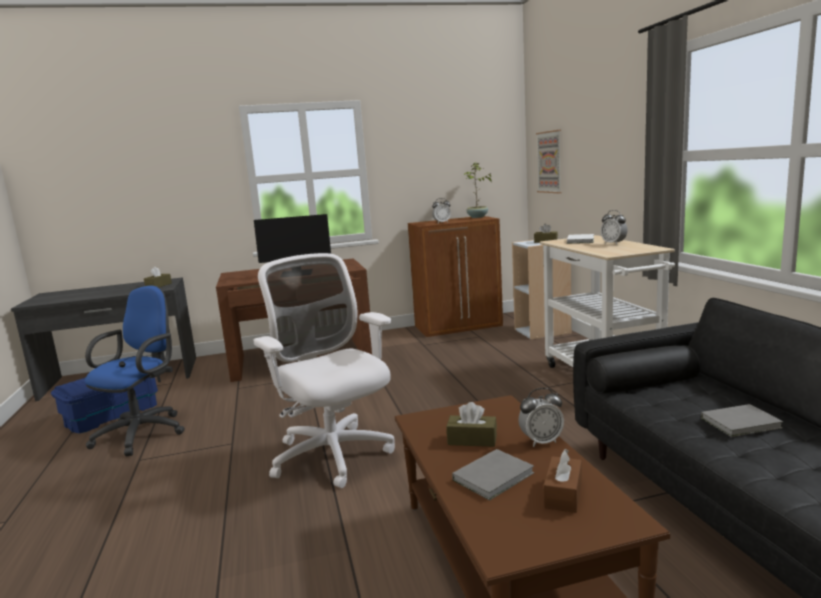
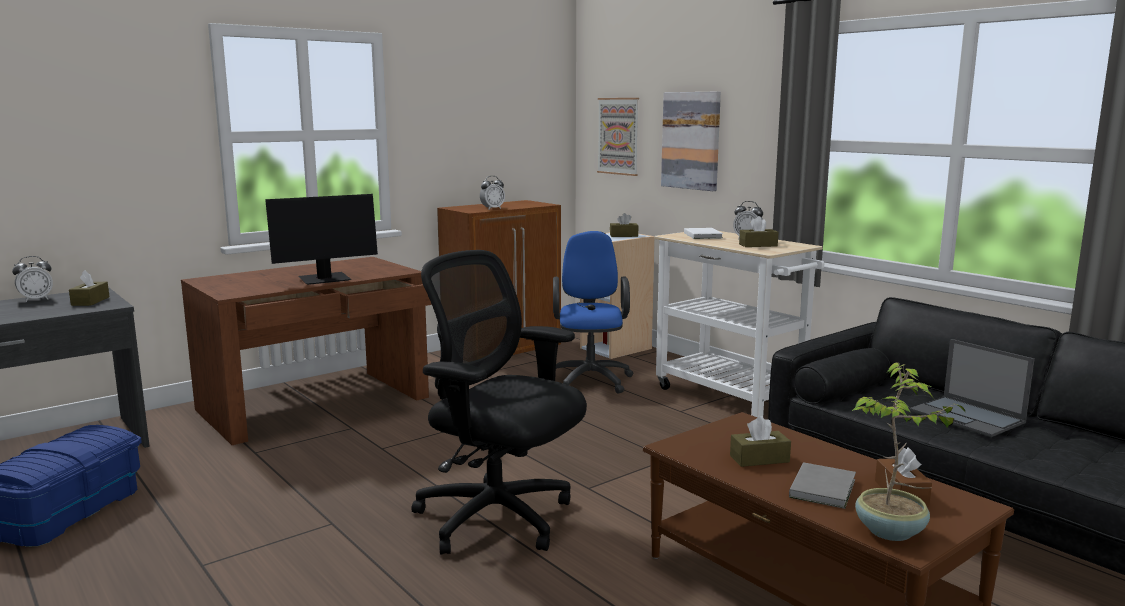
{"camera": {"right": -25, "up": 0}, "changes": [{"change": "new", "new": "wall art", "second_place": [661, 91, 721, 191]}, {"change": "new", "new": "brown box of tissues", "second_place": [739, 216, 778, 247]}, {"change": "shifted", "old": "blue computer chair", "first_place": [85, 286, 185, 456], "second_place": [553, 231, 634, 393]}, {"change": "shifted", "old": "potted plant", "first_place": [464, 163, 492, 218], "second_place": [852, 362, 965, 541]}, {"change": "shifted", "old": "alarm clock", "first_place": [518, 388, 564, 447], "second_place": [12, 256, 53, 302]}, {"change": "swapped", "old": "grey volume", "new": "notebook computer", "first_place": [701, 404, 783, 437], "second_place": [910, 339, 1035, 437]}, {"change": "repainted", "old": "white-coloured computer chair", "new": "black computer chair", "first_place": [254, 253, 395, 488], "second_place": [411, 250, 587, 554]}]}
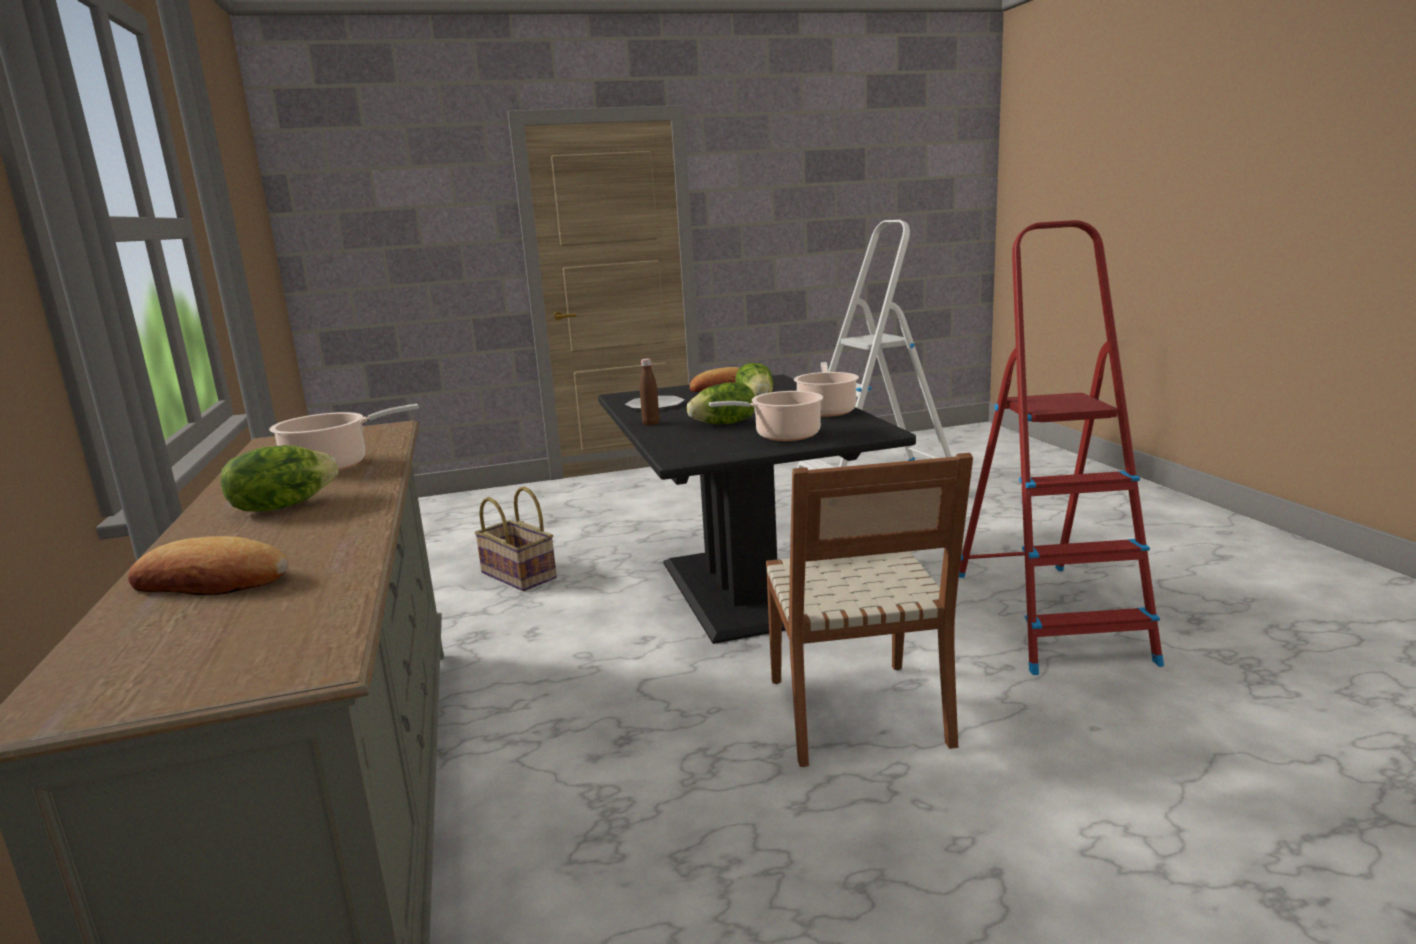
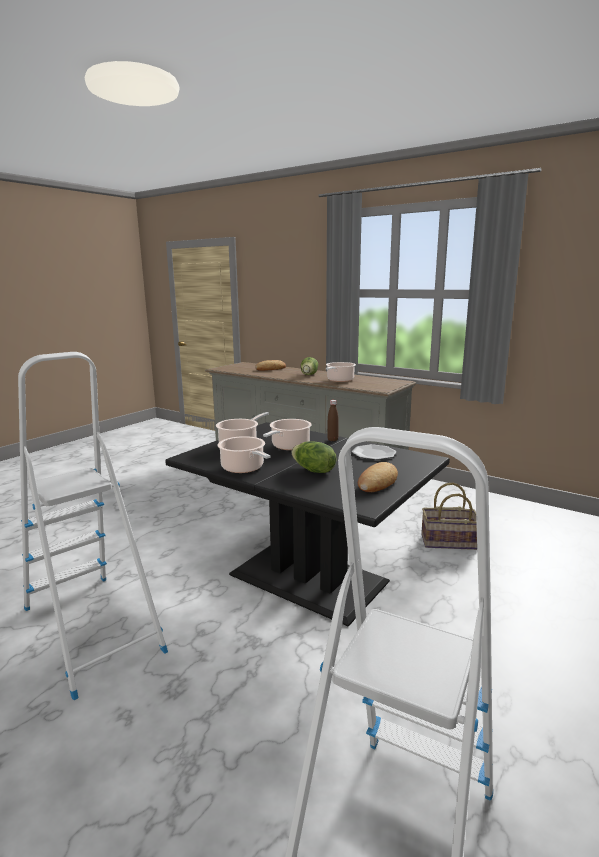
{"camera": {"right": 140, "up": 0}, "changes": [{"change": "gone", "old": "plain chair", "first_place": [766, 453, 973, 767]}, {"change": "swapped", "old": "lettuce head", "new": "saucepot", "first_place": [687, 382, 755, 424], "second_place": [263, 419, 312, 450]}, {"change": "repainted", "old": "red-coloured step ladder", "new": "white-coloured step ladder", "first_place": [959, 220, 1164, 675], "second_place": [18, 352, 168, 700]}]}
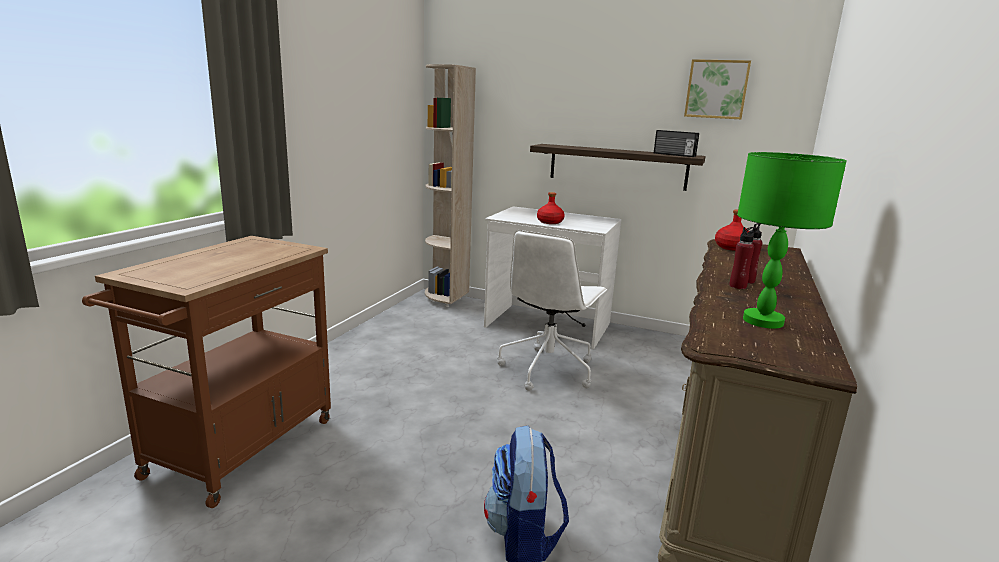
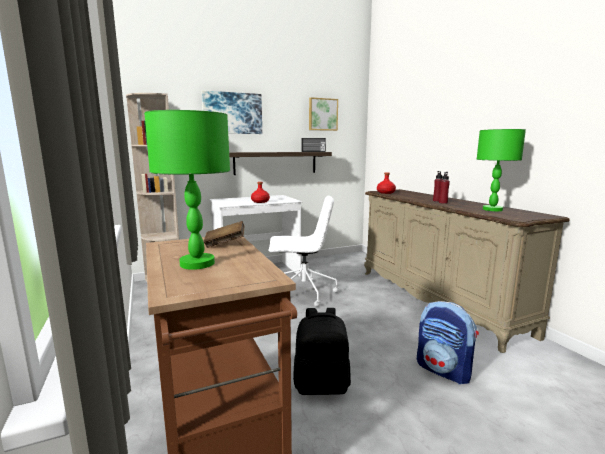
{"camera": {"right": -45, "up": -5}, "changes": [{"change": "new", "new": "green lamp for a table", "second_place": [144, 110, 230, 270]}, {"change": "new", "new": "wall art", "second_place": [201, 90, 262, 134]}, {"change": "new", "new": "brown volume", "second_place": [203, 221, 244, 248]}, {"change": "new", "new": "black backpack", "second_place": [293, 308, 351, 395]}, {"change": "rotated", "old": "white-coloured computer chair", "first_place": [497, 230, 607, 391], "second_place": [268, 195, 338, 307], "degrees": -75}]}
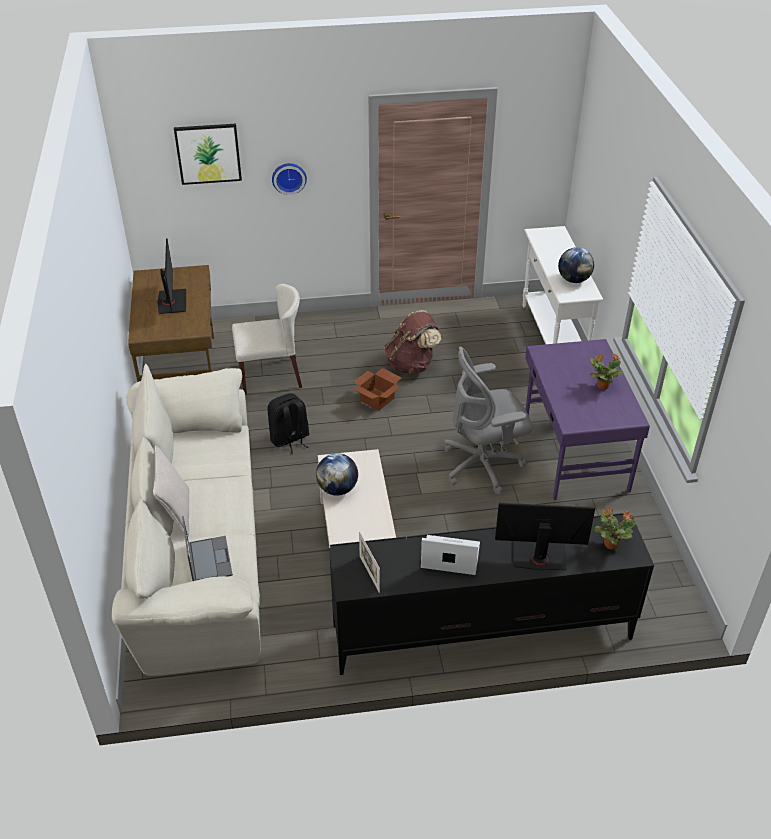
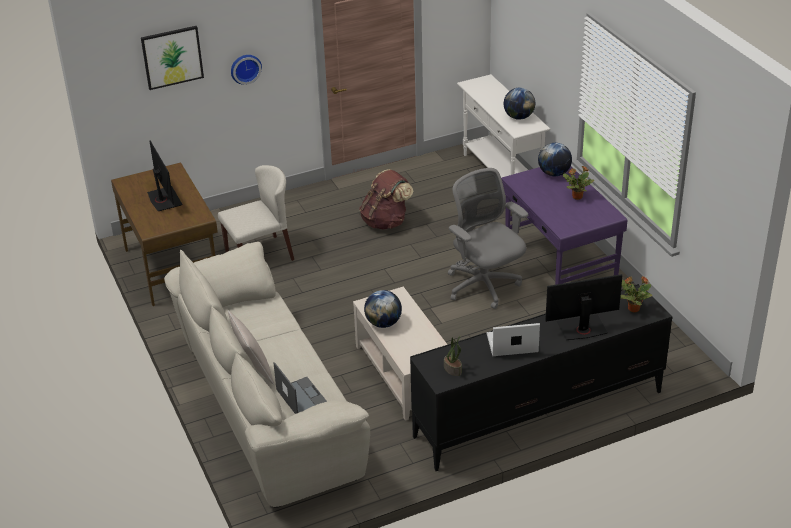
{"camera": {"right": -15, "up": -5}, "changes": [{"change": "gone", "old": "black backpack", "first_place": [268, 393, 310, 454]}, {"change": "gone", "old": "cardboard box", "first_place": [352, 368, 402, 411]}, {"change": "new", "new": "world globe", "second_place": [538, 143, 572, 176]}, {"change": "swapped", "old": "standing frame", "new": "potted plant", "first_place": [359, 532, 380, 593], "second_place": [444, 336, 462, 376]}, {"change": "rotated", "old": "grey computer chair", "first_place": [444, 346, 533, 494], "second_place": [448, 168, 528, 309], "degrees": 90}]}
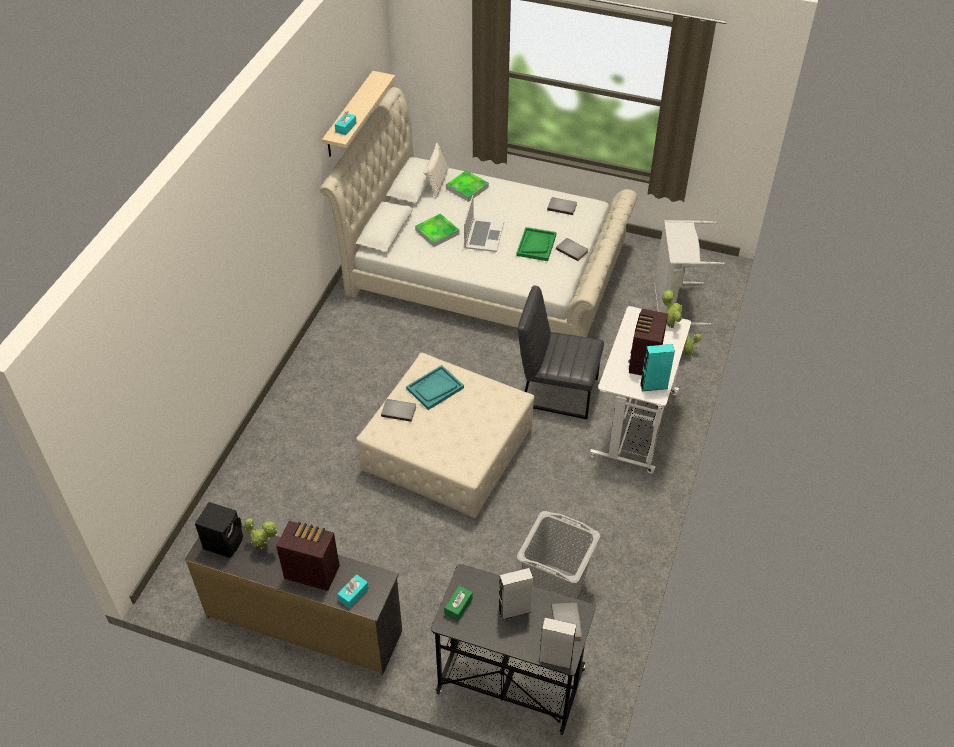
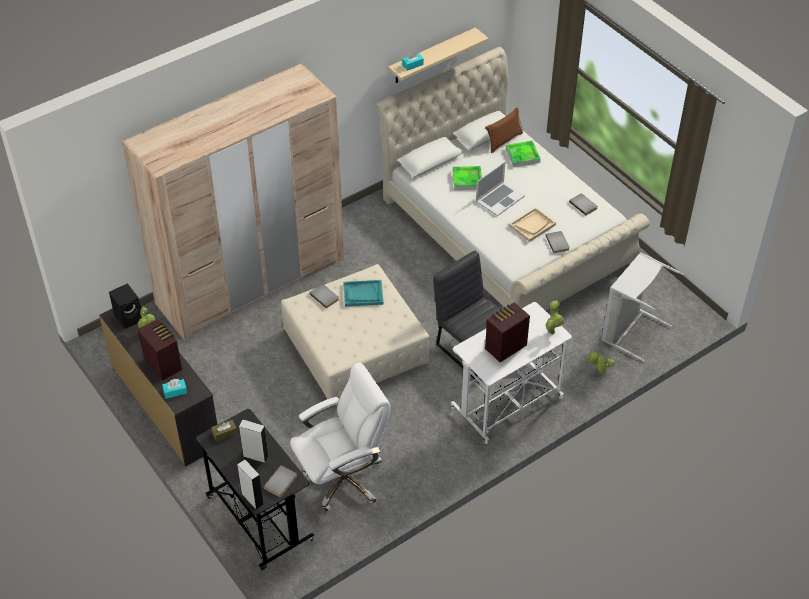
{"camera": {"right": 35, "up": 0}, "changes": [{"change": "gone", "old": "turquoise-coloured speaker", "first_place": [640, 344, 675, 391]}, {"change": "new", "new": "beige wardrobe", "second_place": [122, 63, 344, 340]}, {"change": "swapped", "old": "grey laundry basket", "new": "white-coloured computer chair", "first_place": [517, 511, 600, 598], "second_place": [290, 363, 391, 511]}, {"change": "repainted", "old": "white-coloured throw pillow", "new": "brown throw pillow", "first_place": [424, 143, 449, 198], "second_place": [485, 107, 523, 153]}, {"change": "repainted", "old": "green box of tissues", "new": "brown box of tissues", "first_place": [445, 586, 473, 621], "second_place": [211, 420, 238, 442]}, {"change": "repainted", "old": "green serving tray", "new": "beige serving tray", "first_place": [516, 227, 556, 261], "second_place": [509, 207, 556, 242]}]}
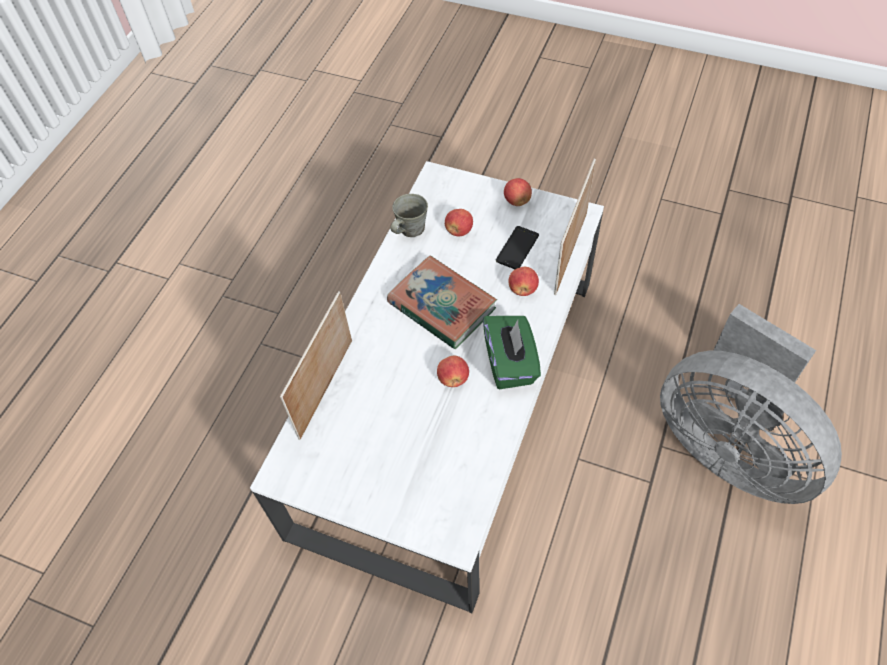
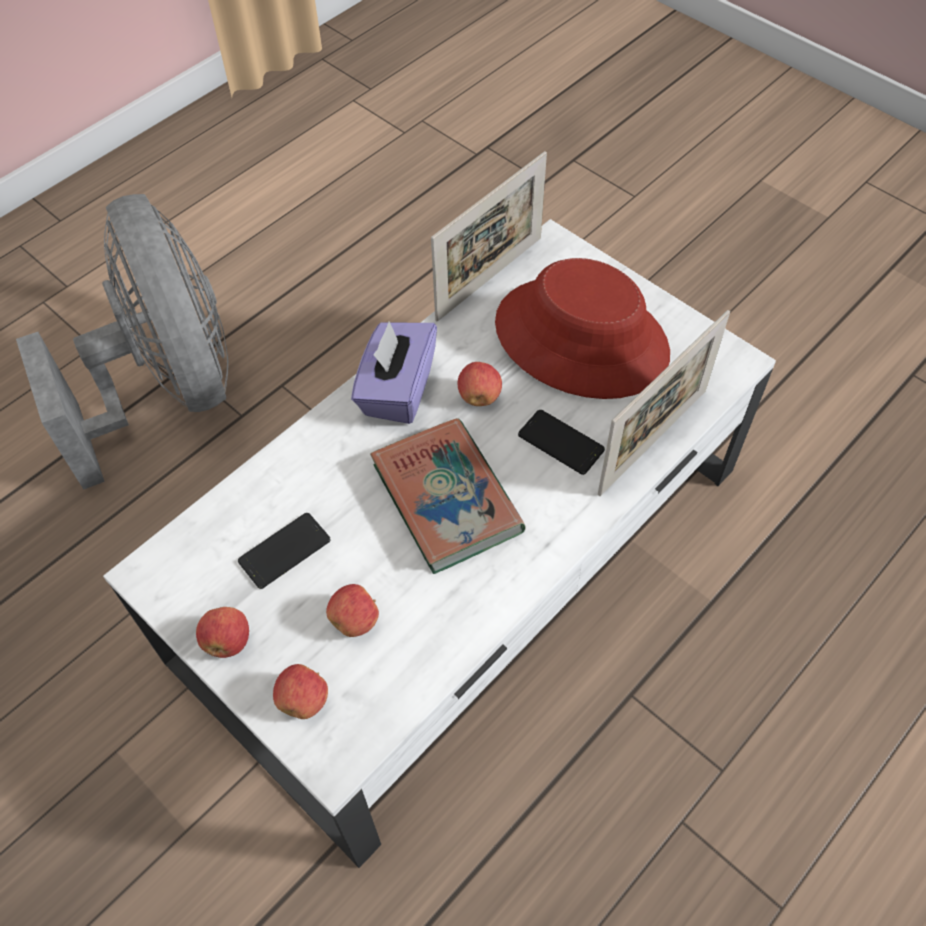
{"camera": {"right": -160, "up": 0}, "changes": [{"change": "gone", "old": "grey mug", "first_place": [390, 194, 428, 237]}, {"change": "new", "new": "red-coloured clothing hat", "second_place": [495, 258, 670, 399]}, {"change": "new", "new": "telephone", "second_place": [518, 410, 605, 475]}, {"change": "shifted", "old": "apple fruit", "first_place": [509, 267, 539, 296], "second_place": [273, 664, 328, 719]}, {"change": "shifted", "old": "standing frame", "first_place": [554, 159, 596, 295], "second_place": [431, 151, 547, 322]}, {"change": "repainted", "old": "green box of tissues", "new": "purple box of tissues", "first_place": [483, 316, 541, 389], "second_place": [351, 321, 437, 424]}]}
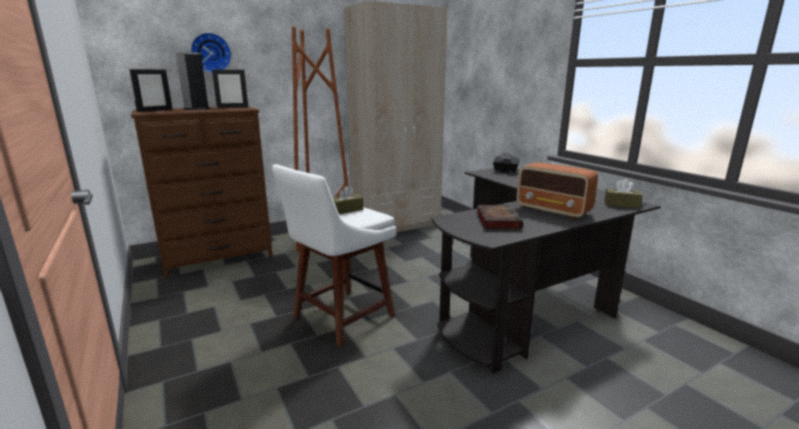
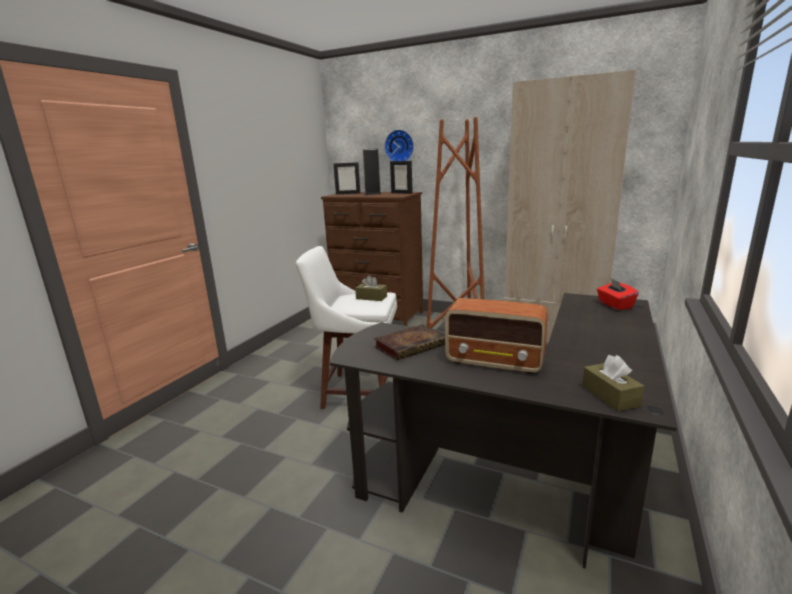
{"camera": {"right": 55, "up": 0}, "changes": [{"change": "repainted", "old": "black box of tissues", "new": "red-coloured box of tissues", "first_place": [493, 153, 520, 173], "second_place": [597, 278, 639, 310]}, {"change": "rotated", "old": "radio receiver", "first_place": [517, 162, 598, 219], "second_place": [445, 298, 548, 374], "degrees": -75}]}
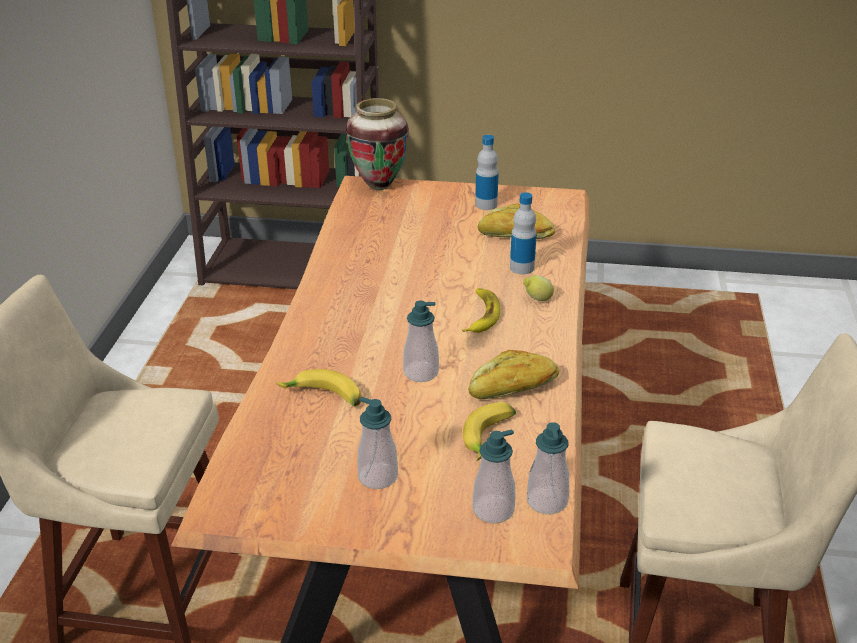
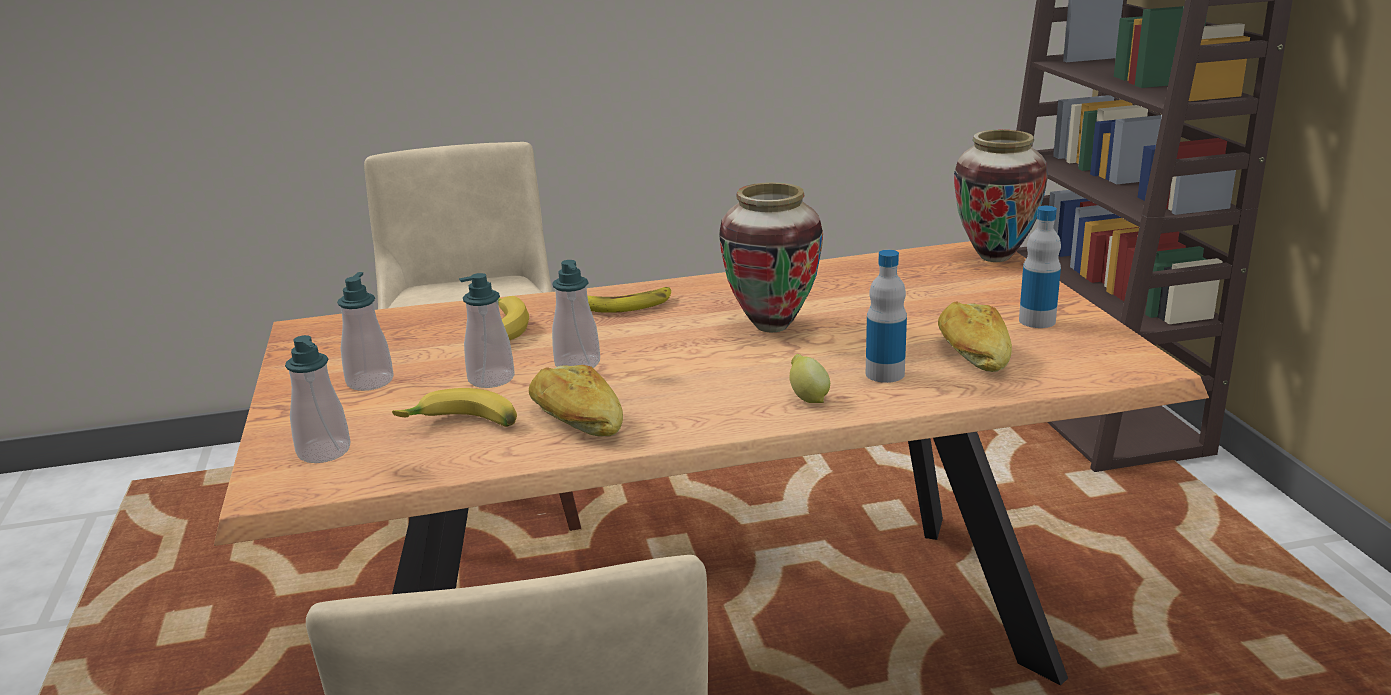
{"camera": {"right": 70, "up": -10}, "changes": [{"change": "new", "new": "vase", "second_place": [719, 182, 823, 332]}, {"change": "shifted", "old": "banana fruit", "first_place": [462, 288, 500, 333], "second_place": [587, 287, 671, 313]}, {"change": "shifted", "old": "soap dispenser", "first_place": [527, 422, 569, 515], "second_place": [459, 273, 515, 388]}]}
